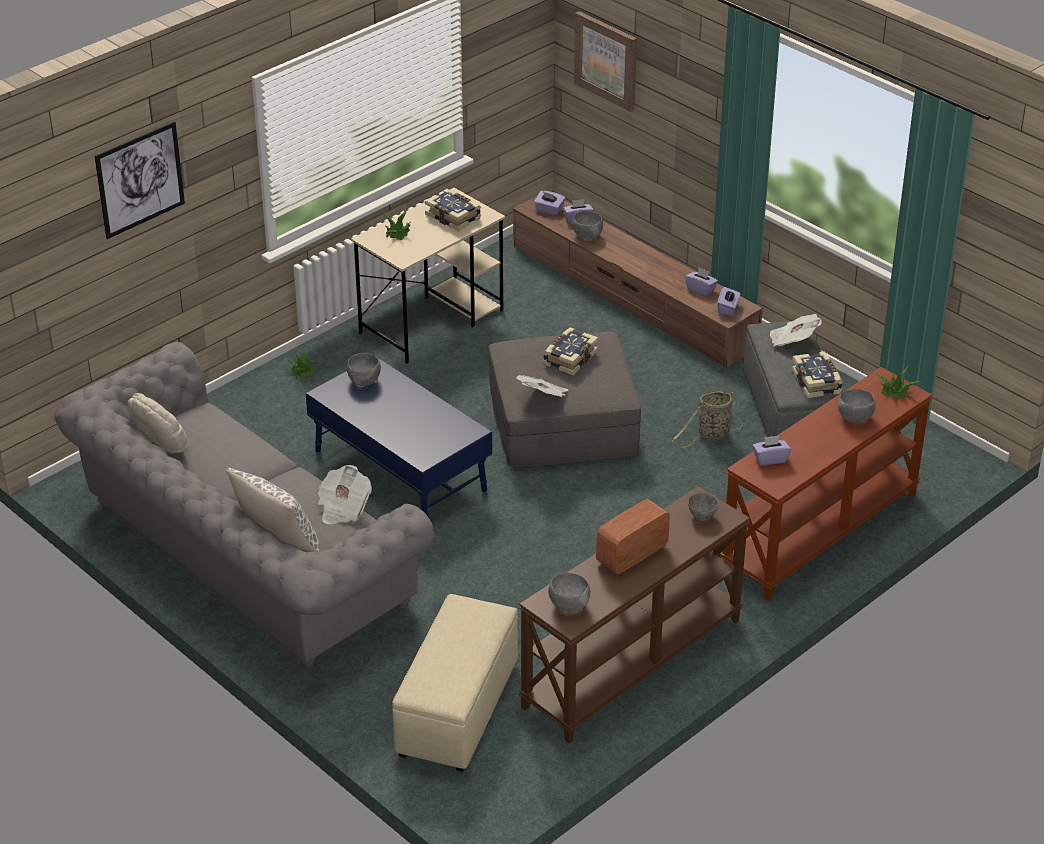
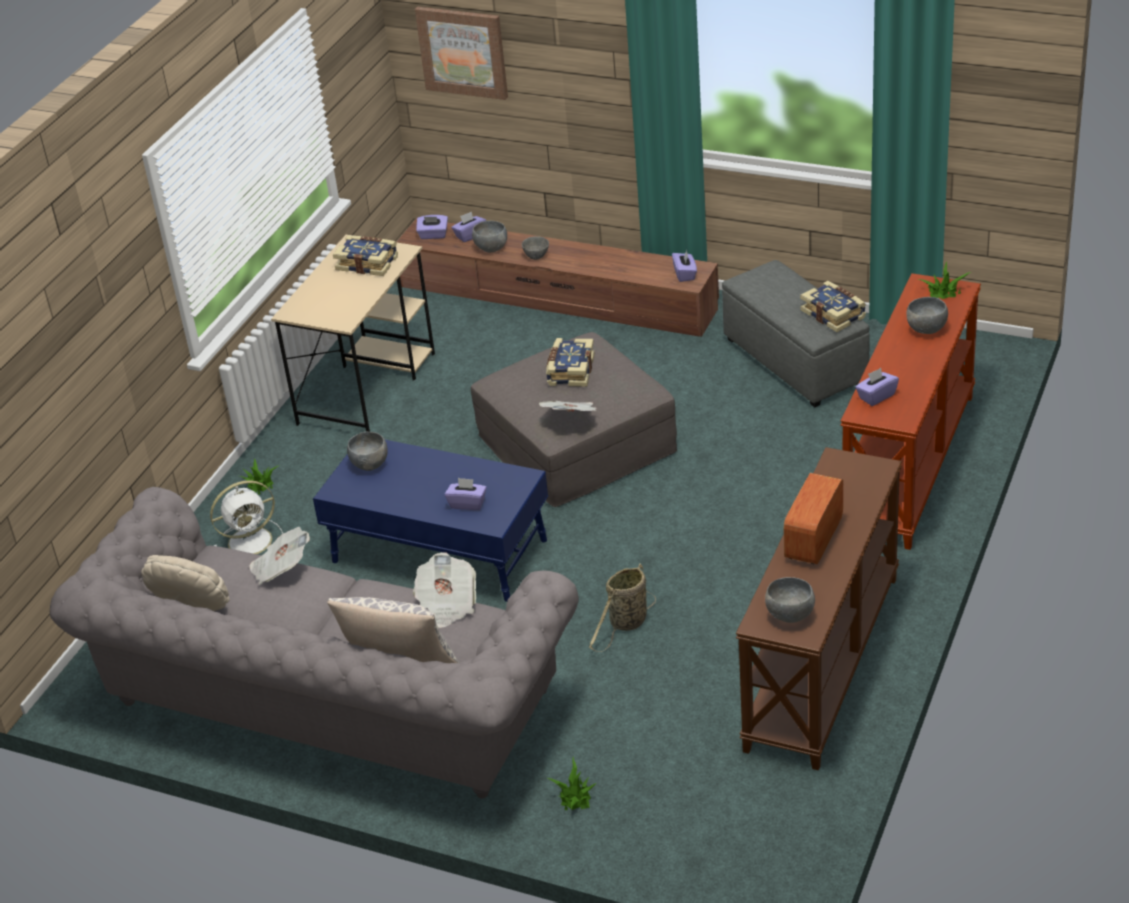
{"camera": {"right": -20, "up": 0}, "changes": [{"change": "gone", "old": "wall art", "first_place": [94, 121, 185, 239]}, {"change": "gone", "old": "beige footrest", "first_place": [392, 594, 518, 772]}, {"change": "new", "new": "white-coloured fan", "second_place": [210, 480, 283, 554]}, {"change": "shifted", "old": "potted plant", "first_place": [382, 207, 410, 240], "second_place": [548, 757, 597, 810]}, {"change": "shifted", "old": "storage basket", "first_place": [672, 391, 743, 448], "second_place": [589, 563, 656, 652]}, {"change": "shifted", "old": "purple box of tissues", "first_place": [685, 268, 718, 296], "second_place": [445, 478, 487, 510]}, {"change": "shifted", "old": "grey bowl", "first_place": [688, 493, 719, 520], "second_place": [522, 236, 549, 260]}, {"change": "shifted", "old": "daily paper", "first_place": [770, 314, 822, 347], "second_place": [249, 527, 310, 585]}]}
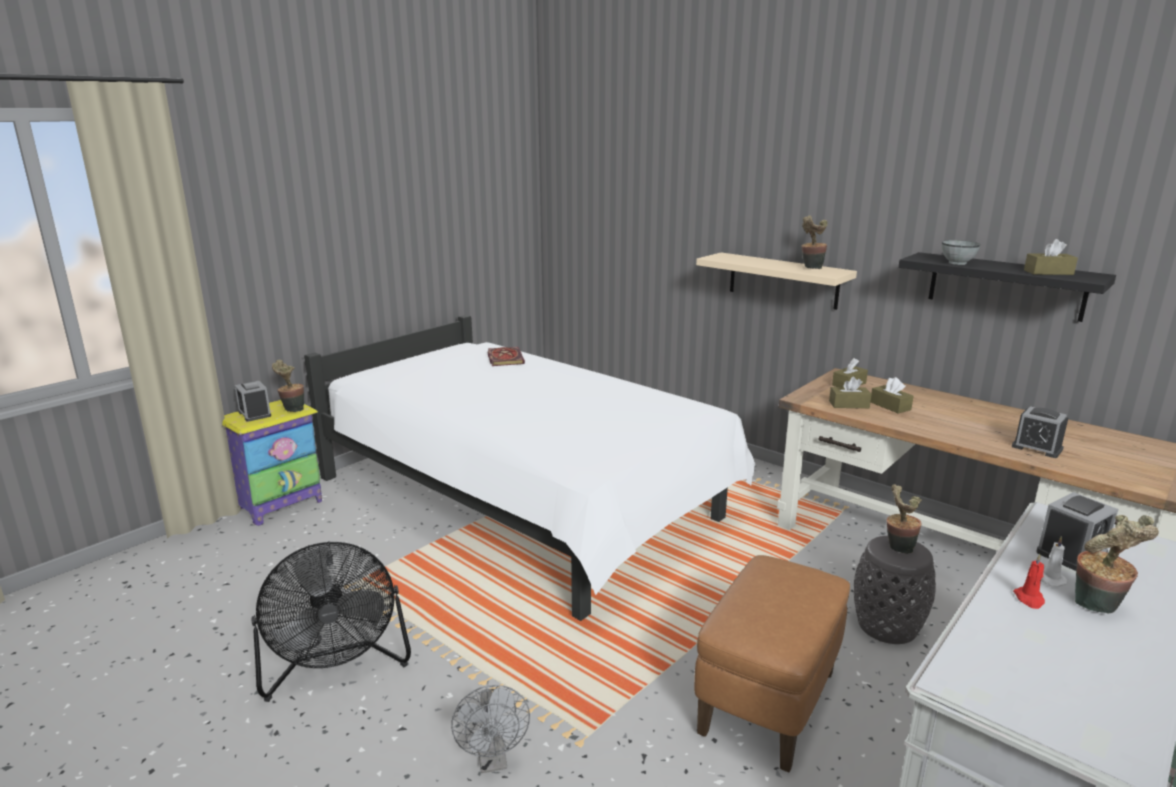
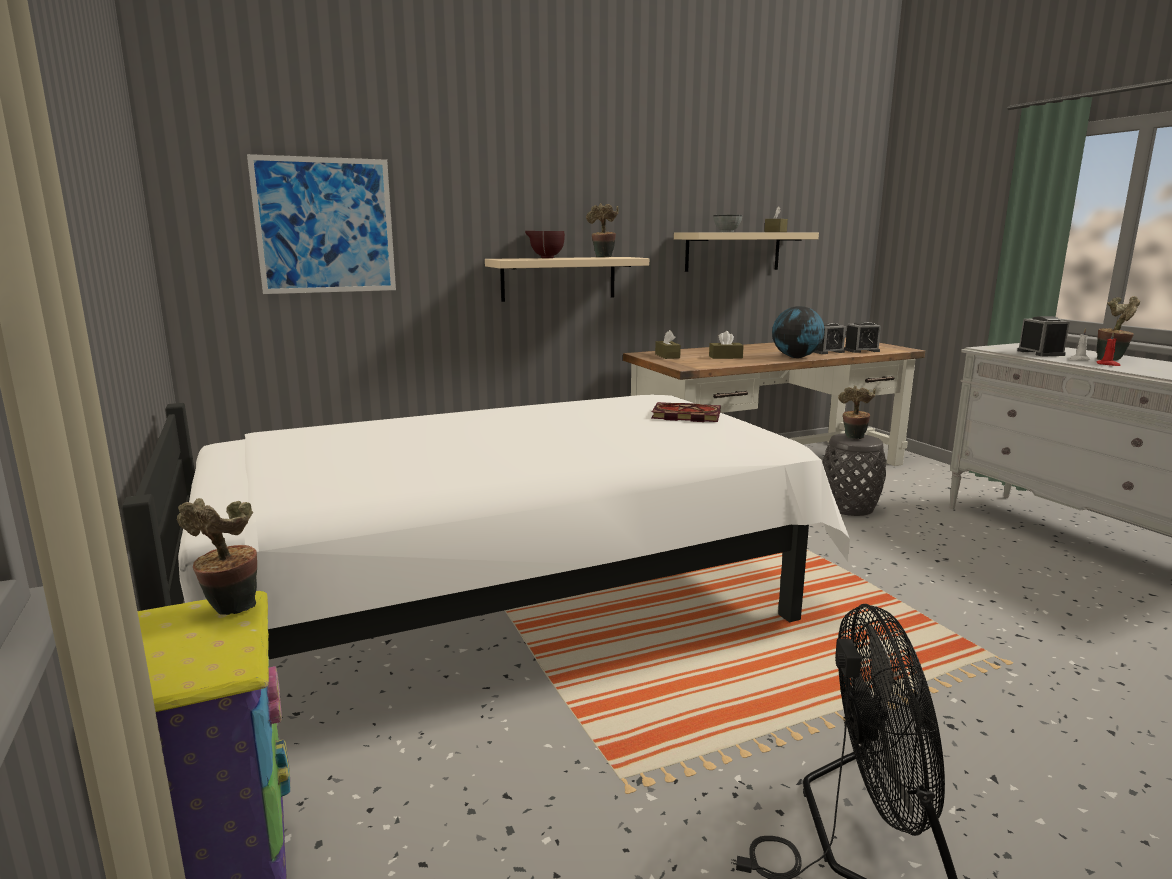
{"camera": {"right": -65, "up": -5}, "changes": [{"change": "gone", "old": "grey fan", "first_place": [451, 685, 530, 773]}, {"change": "gone", "old": "brown footrest", "first_place": [694, 555, 850, 772]}, {"change": "gone", "old": "brown box of tissues", "first_place": [829, 377, 872, 408]}, {"change": "new", "new": "wall art", "second_place": [247, 154, 396, 294]}, {"change": "new", "new": "brown bowl", "second_place": [525, 231, 565, 258]}, {"change": "new", "new": "world globe", "second_place": [772, 306, 825, 358]}, {"change": "shifted", "old": "alarm clock", "first_place": [234, 381, 271, 422], "second_place": [844, 321, 881, 353]}, {"change": "shifted", "old": "volume", "first_place": [488, 347, 525, 366], "second_place": [651, 402, 721, 422]}, {"change": "repainted", "old": "black wall shelf", "new": "beige wall shelf", "first_place": [898, 252, 1116, 322], "second_place": [674, 232, 819, 272]}]}
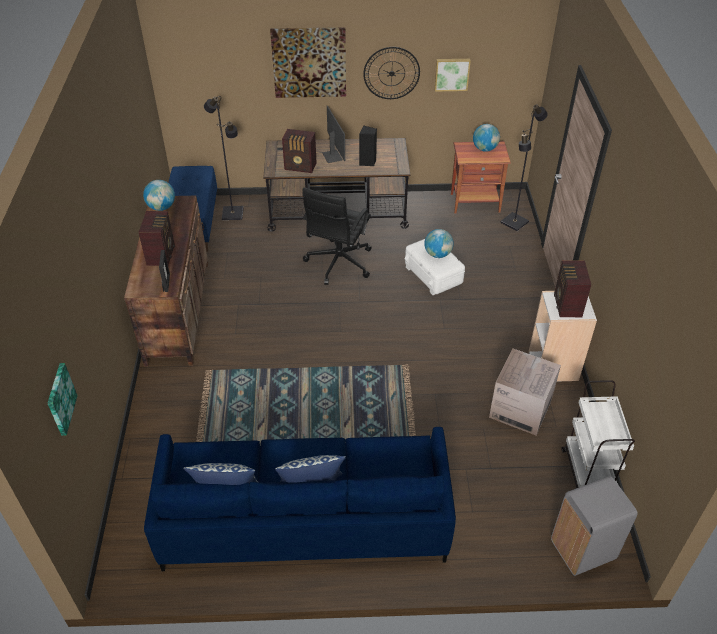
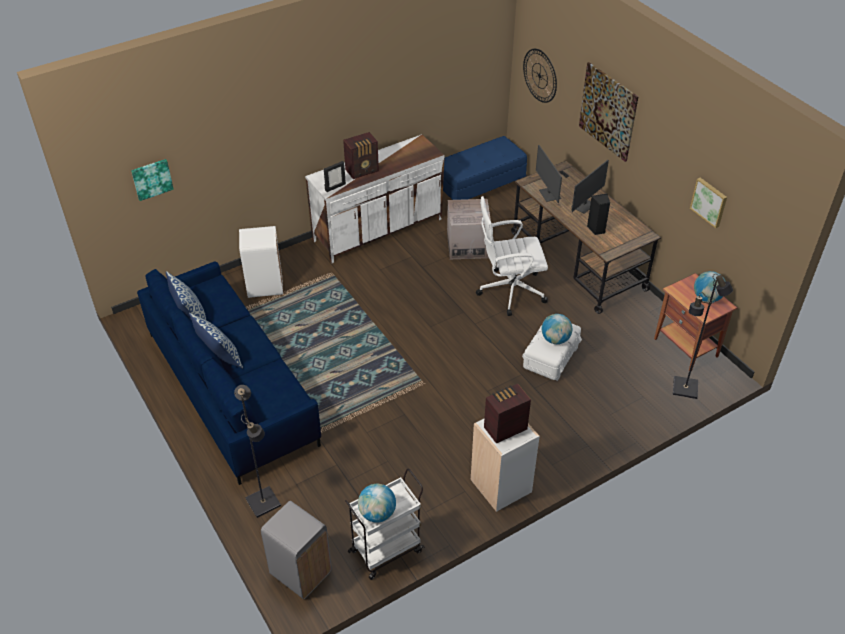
{"camera": {"right": 60, "up": 0}, "changes": [{"change": "new", "new": "white-coloured rubbish bin", "second_place": [239, 226, 283, 298]}, {"change": "shifted", "old": "world globe", "first_place": [143, 180, 175, 211], "second_place": [358, 484, 396, 523]}, {"change": "shifted", "old": "black floor lamp", "first_place": [204, 96, 244, 220], "second_place": [234, 385, 281, 518]}, {"change": "shifted", "old": "clock on the wall", "first_place": [363, 47, 420, 99], "second_place": [523, 49, 557, 103]}, {"change": "shifted", "old": "cardboard box", "first_place": [489, 349, 561, 435], "second_place": [447, 199, 491, 259]}, {"change": "swapped", "old": "radio receiver", "new": "monitor", "first_place": [282, 129, 317, 173], "second_place": [536, 145, 562, 203]}, {"change": "repainted", "old": "brown cabinet", "new": "white-coloured cabinet", "first_place": [124, 196, 208, 367], "second_place": [305, 134, 445, 263]}, {"change": "repainted", "old": "black computer chair", "new": "white-coloured computer chair", "first_place": [303, 188, 372, 285], "second_place": [476, 196, 548, 316]}]}
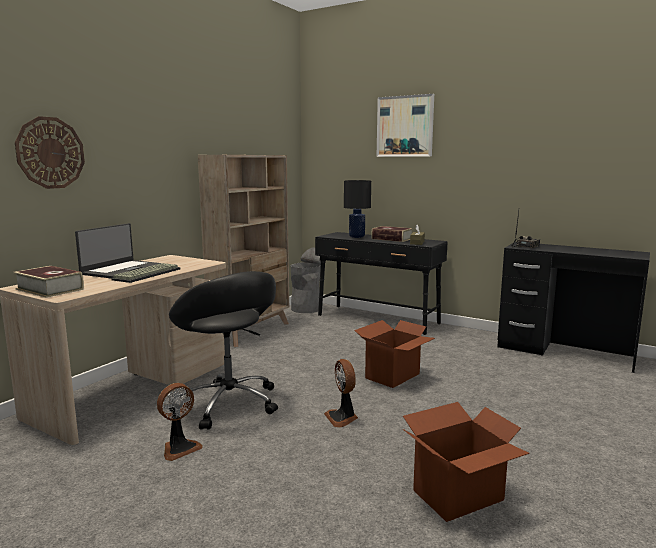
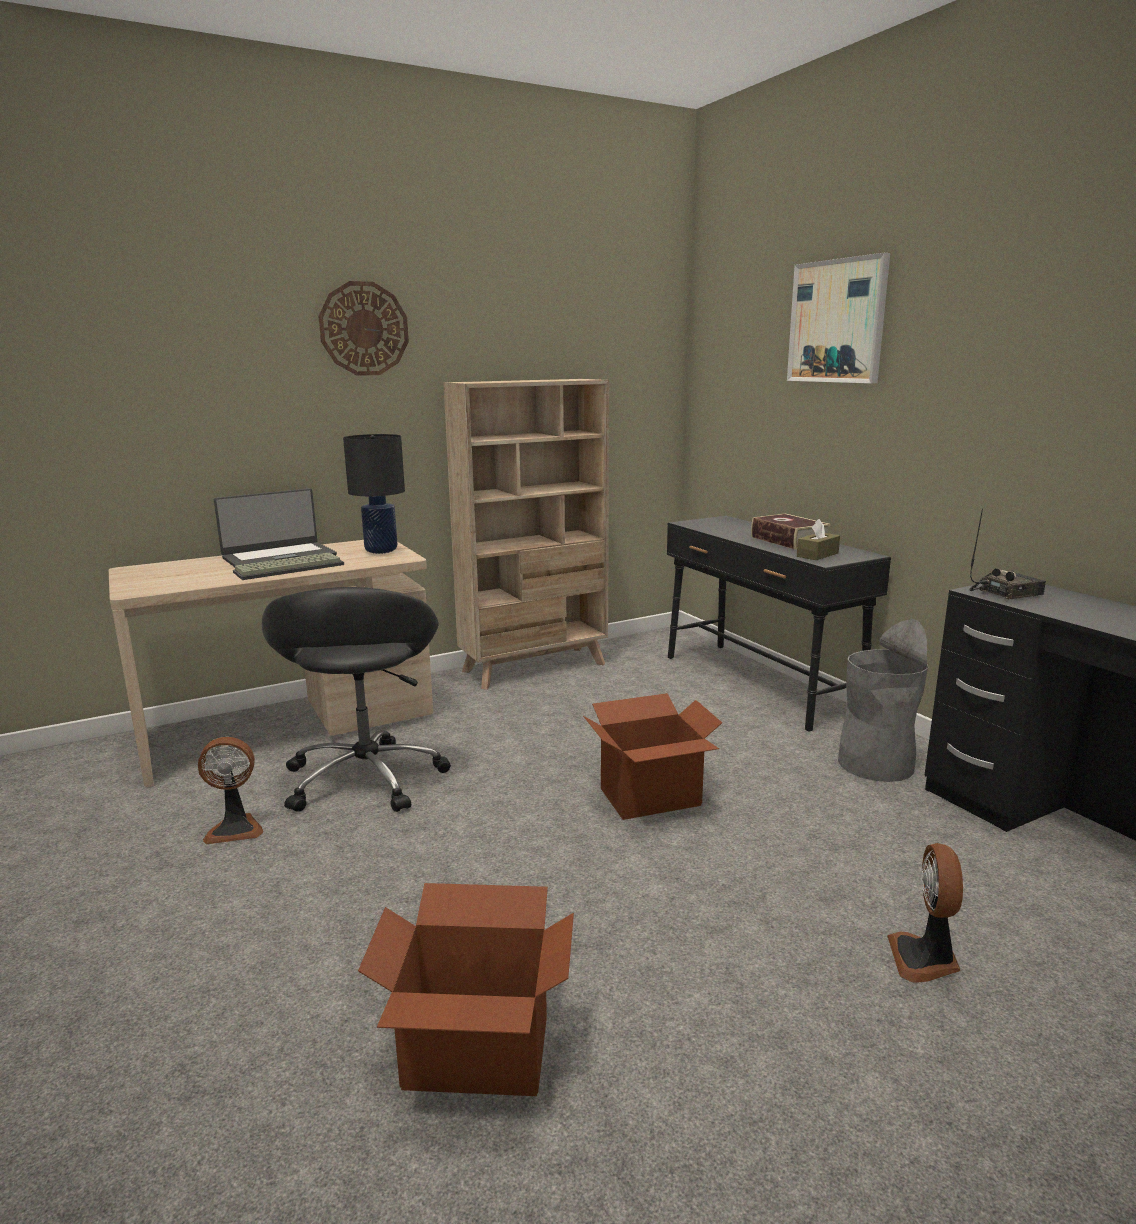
{"camera": {"right": 30, "up": 5}, "changes": [{"change": "gone", "old": "volume", "first_place": [13, 266, 84, 298]}, {"change": "shifted", "old": "clock on the wall", "first_place": [15, 116, 85, 189], "second_place": [318, 281, 409, 376]}, {"change": "shifted", "old": "grey rubbish bin", "first_place": [291, 247, 321, 313], "second_place": [838, 619, 928, 782]}, {"change": "shifted", "old": "fan", "first_place": [324, 359, 358, 428], "second_place": [887, 843, 963, 983]}, {"change": "shifted", "old": "black lamp for a table", "first_place": [344, 180, 371, 238], "second_place": [343, 434, 405, 554]}]}
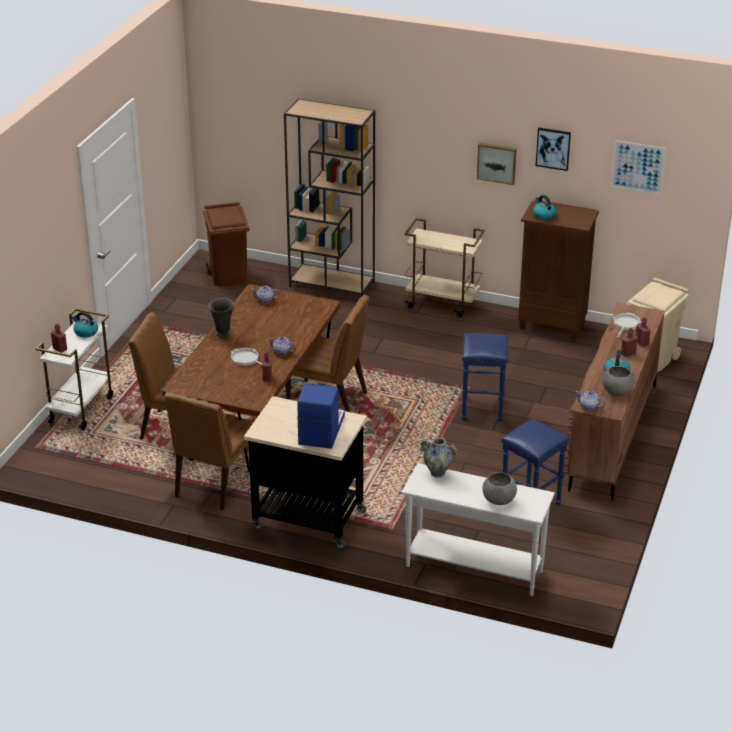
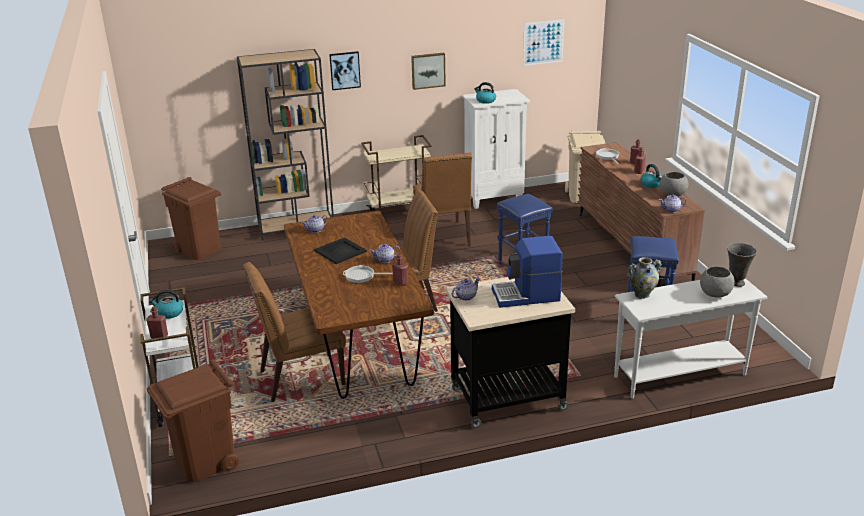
{"camera": {"right": -35, "up": -5}, "changes": [{"change": "new", "new": "brown rubbish bin", "second_place": [147, 359, 239, 483]}, {"change": "new", "new": "black serving tray", "second_place": [314, 237, 367, 264]}, {"change": "new", "new": "pot for tea", "second_place": [452, 278, 480, 301]}, {"change": "shifted", "old": "brown plain chair", "first_place": [164, 392, 254, 510], "second_place": [413, 153, 472, 247]}, {"change": "shifted", "old": "grey vase", "first_place": [209, 298, 234, 338], "second_place": [727, 243, 757, 287]}, {"change": "shifted", "old": "wall art", "first_place": [536, 128, 571, 171], "second_place": [329, 51, 361, 90]}, {"change": "repainted", "old": "brown cabinet", "new": "white-coloured cabinet", "first_place": [518, 200, 599, 340], "second_place": [462, 89, 530, 209]}, {"change": "rotated", "old": "coffee maker", "first_place": [297, 384, 345, 449], "second_place": [492, 236, 563, 308], "degrees": -75}]}
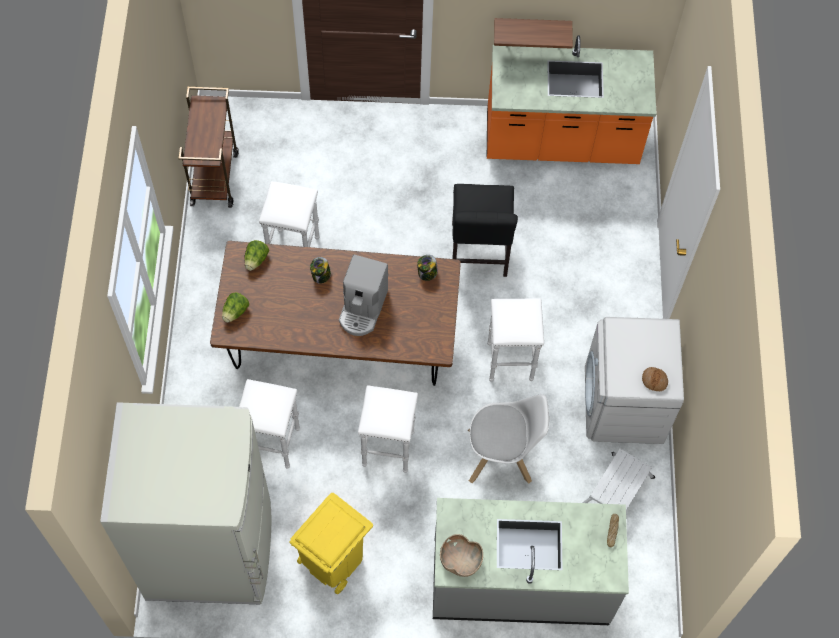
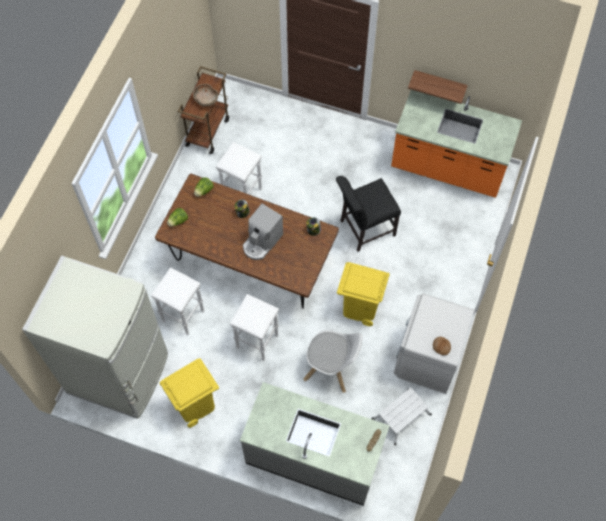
{"camera": {"right": 20, "up": 0}, "changes": [{"change": "shifted", "old": "brown bowl", "first_place": [440, 534, 483, 577], "second_place": [193, 84, 218, 107]}, {"change": "swapped", "old": "white-coloured stool", "new": "yellow-coloured rubbish bin", "first_place": [487, 298, 544, 382], "second_place": [337, 262, 390, 326]}, {"change": "rotated", "old": "black plain chair", "first_place": [452, 184, 518, 277], "second_place": [336, 176, 401, 251], "degrees": 45}]}
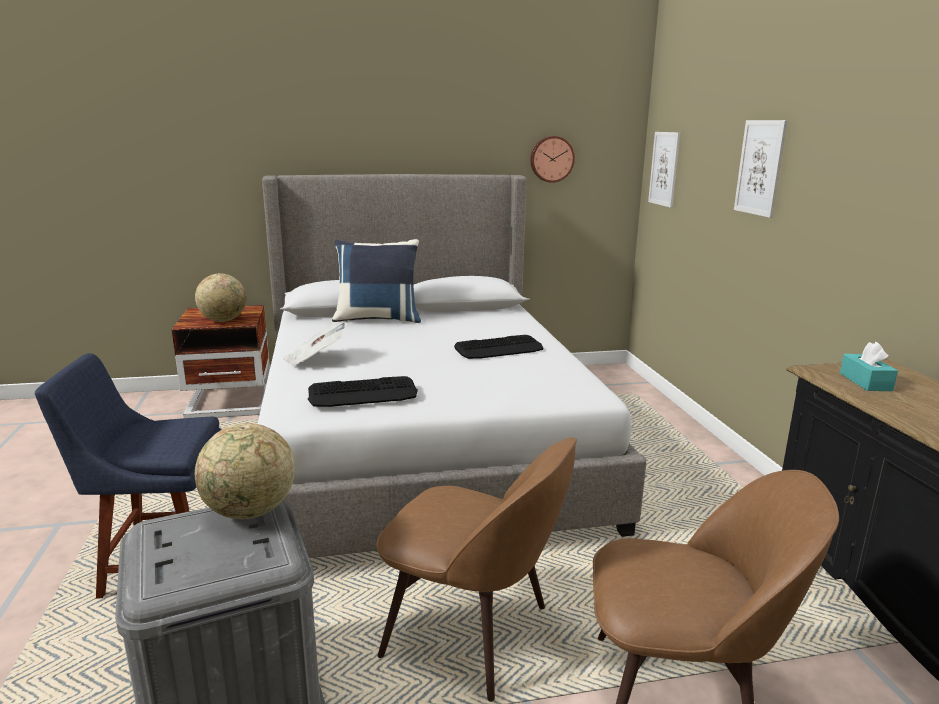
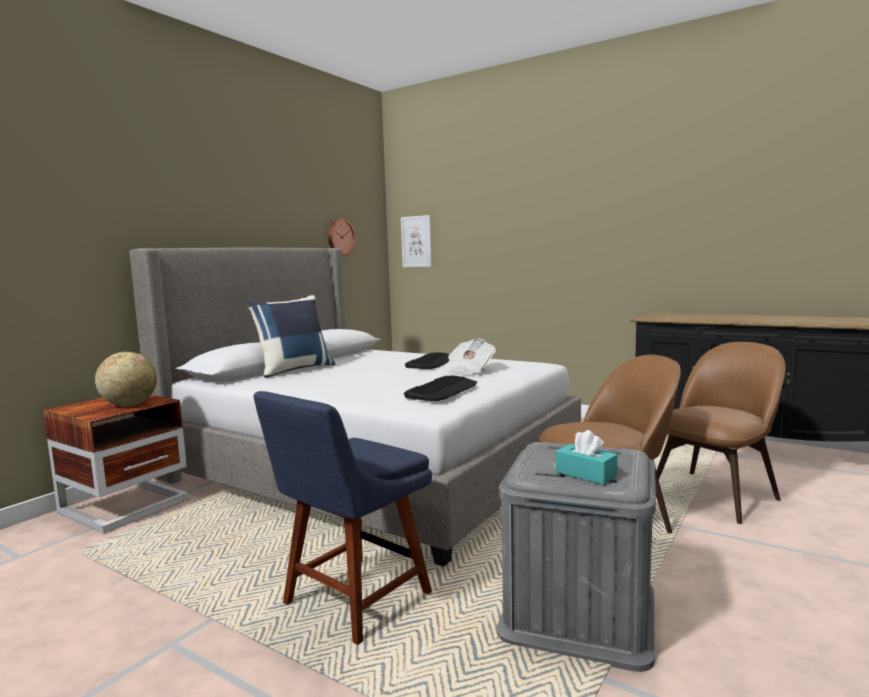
{"camera": {"right": -45, "up": -10}, "changes": [{"change": "gone", "old": "world globe", "first_place": [195, 423, 295, 519]}, {"change": "gone", "old": "wall art", "first_place": [734, 120, 787, 218]}, {"change": "shifted", "old": "daily paper", "first_place": [284, 322, 348, 366], "second_place": [447, 339, 496, 376]}, {"change": "shifted", "old": "turquoise-coloured box of tissues", "first_place": [840, 342, 898, 391], "second_place": [556, 430, 618, 485]}]}
